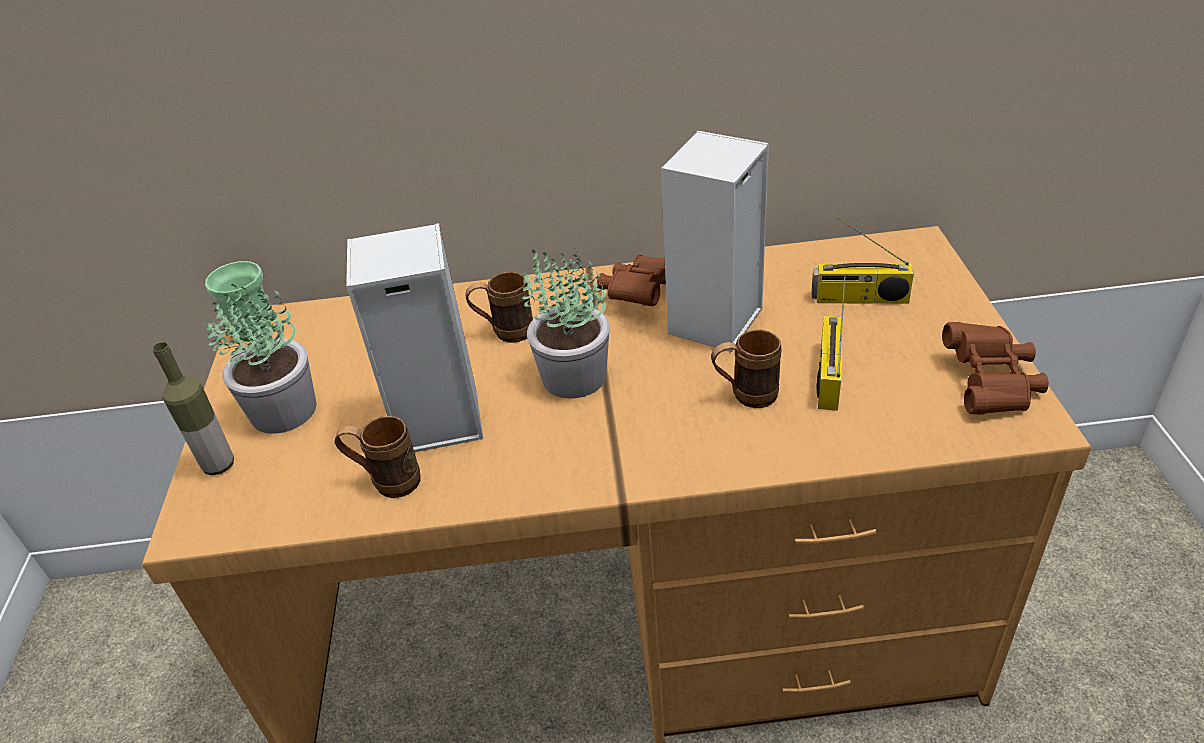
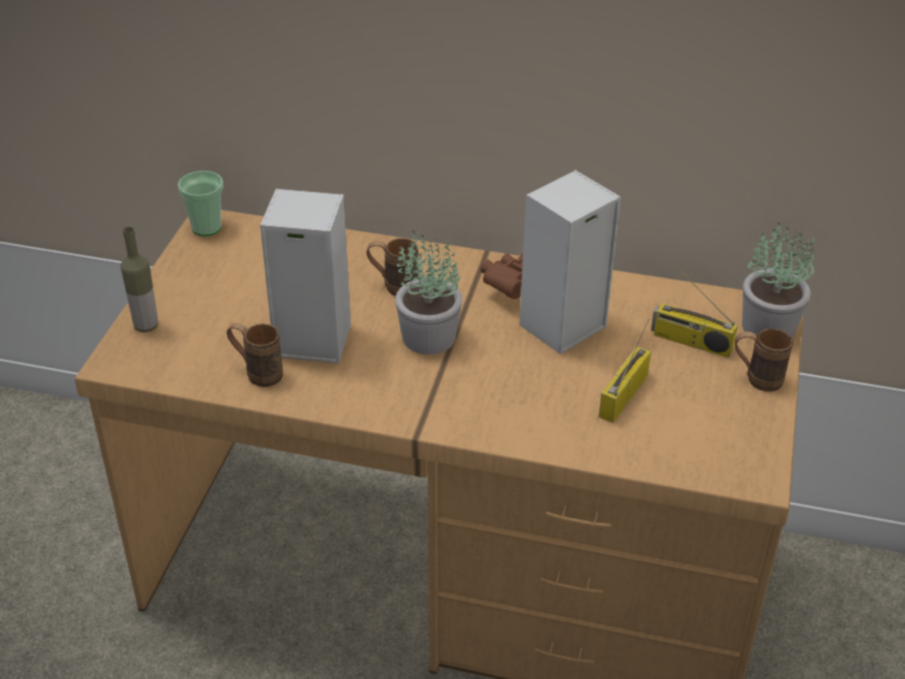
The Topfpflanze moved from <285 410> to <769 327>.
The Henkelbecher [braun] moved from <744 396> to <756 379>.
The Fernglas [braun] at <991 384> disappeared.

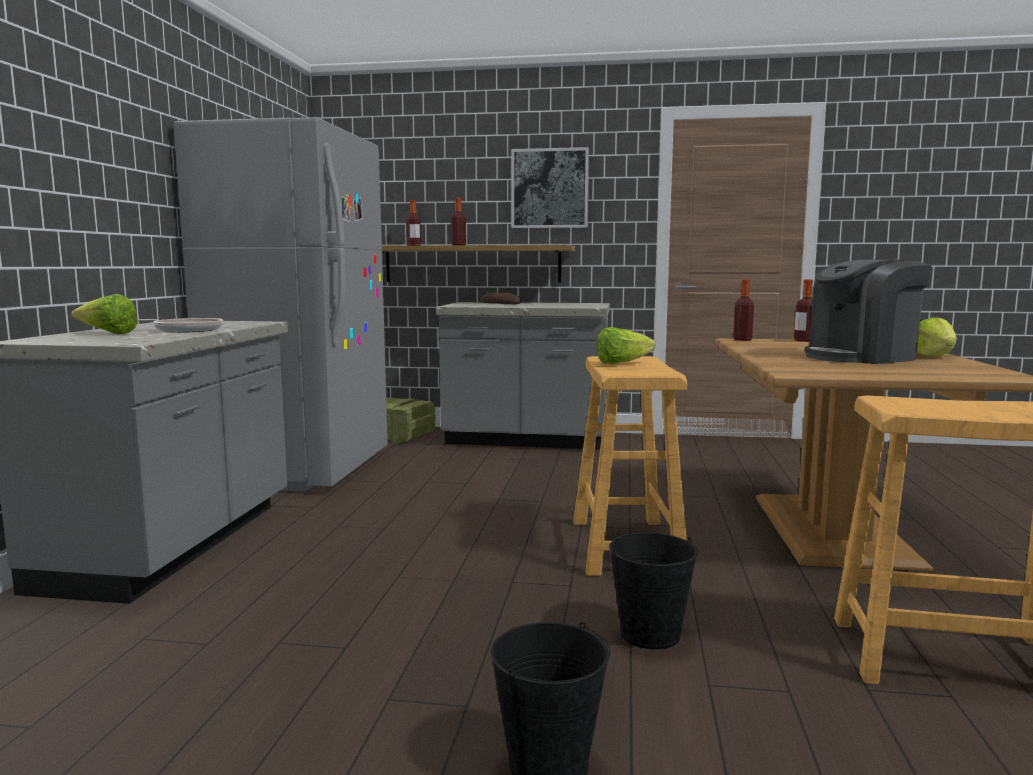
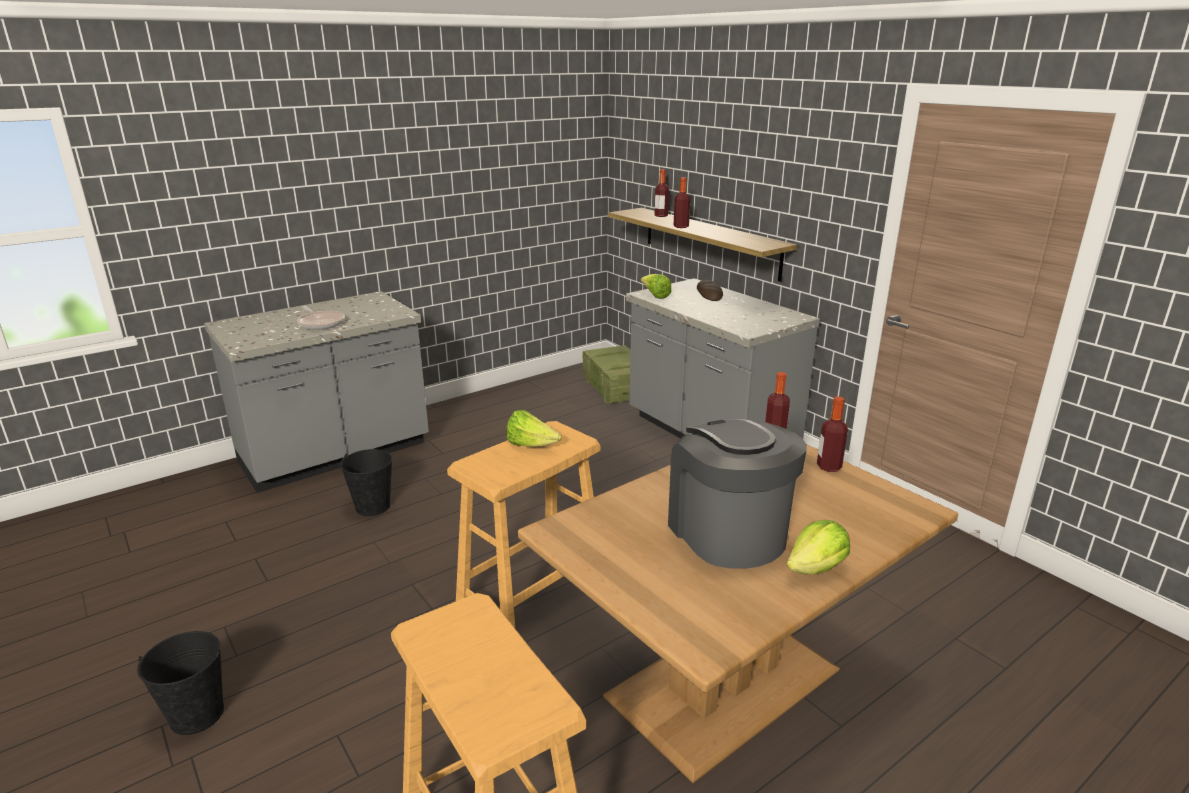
The Salatkopf moved from <107 334> to <655 296>.
The Kühlschrank [grau] at <302 469> disappeared.
The Bild at <549 188> disappeared.
The Eimer [schwarz] moved from <649 634> to <373 506>.
The Kaffeemaschine at <861 357> turned 45 degrees clockwise.

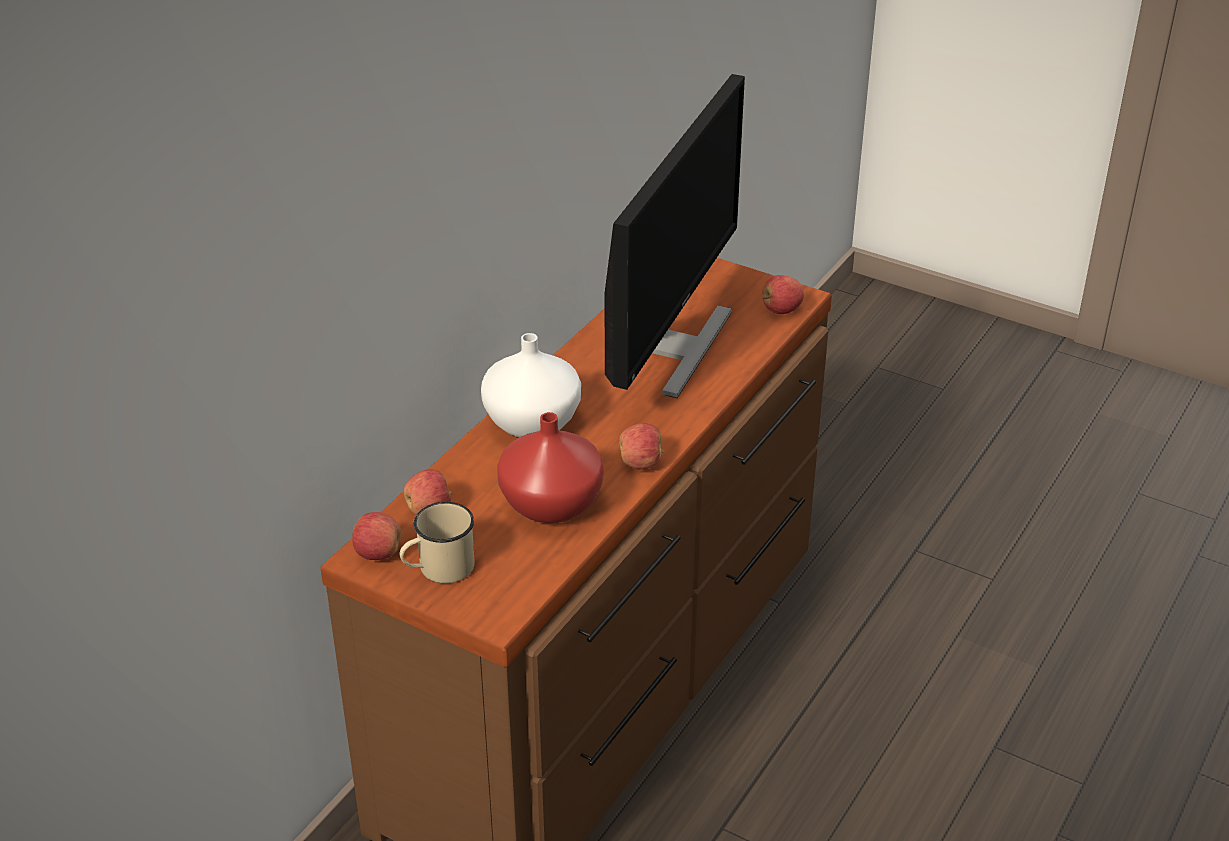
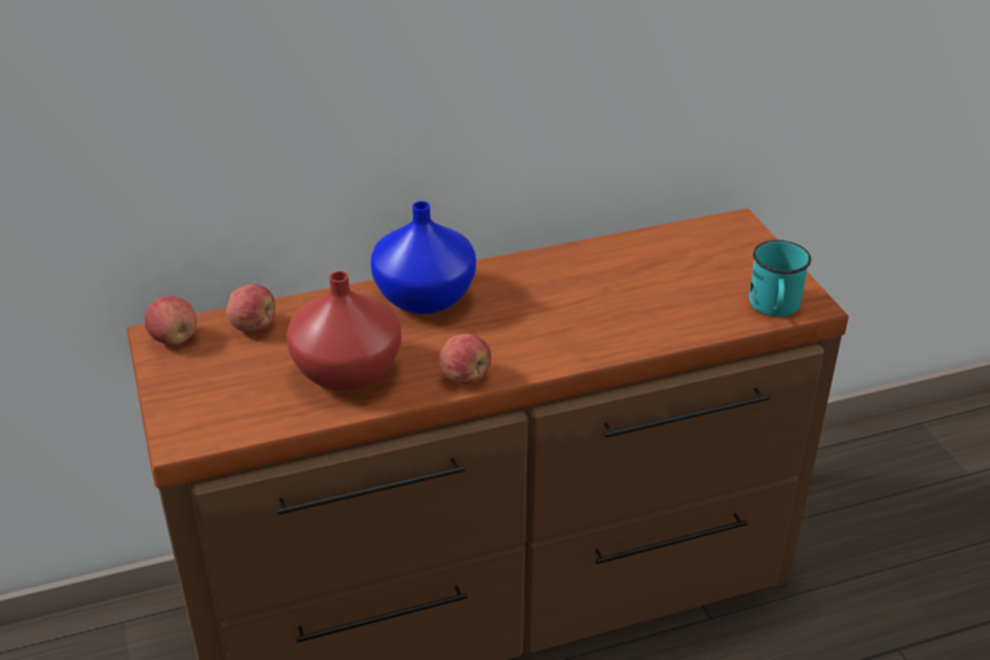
The Henkelbecher [beige] at <438 569> disappeared.
The Vase [weiß] at <532 421> became the Vase [blau] at <426 296>.
The Monitor at <672 347> disappeared.
The Apfel at <781 310> was replaced by the Henkelbecher [türkis] at <774 307>.

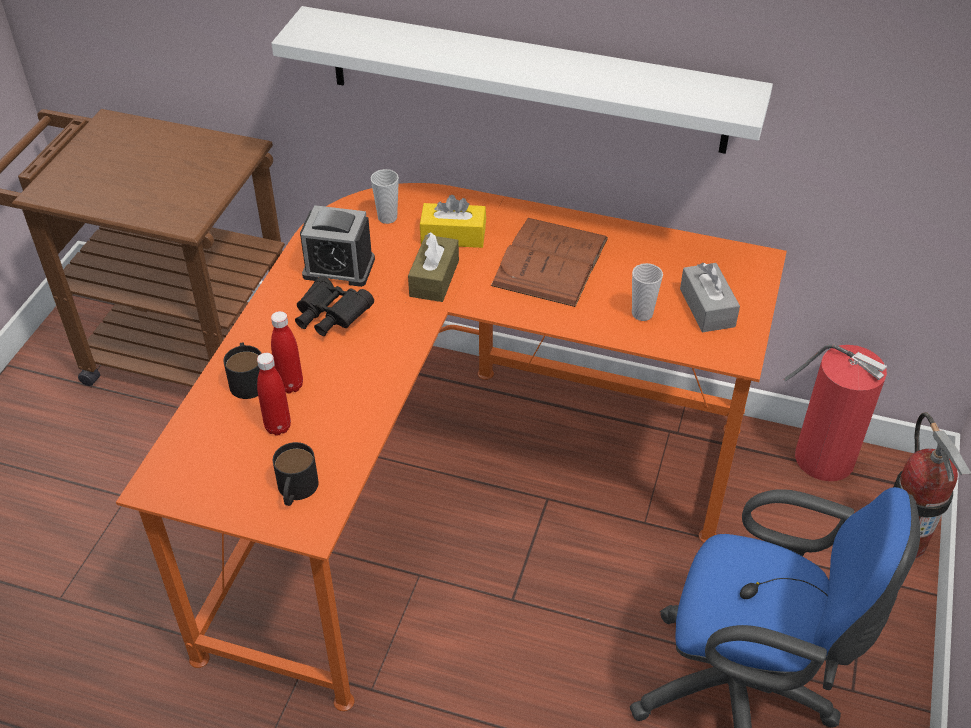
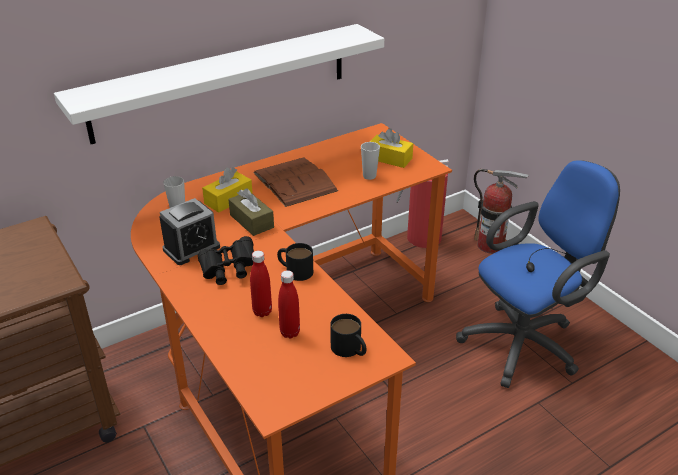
The Henkelbecher [schwarz] moved from <247 379> to <295 270>.
The Taschentuchbox [grau] at <707 307> became the Taschentuchbox [gelb] at <389 158>.

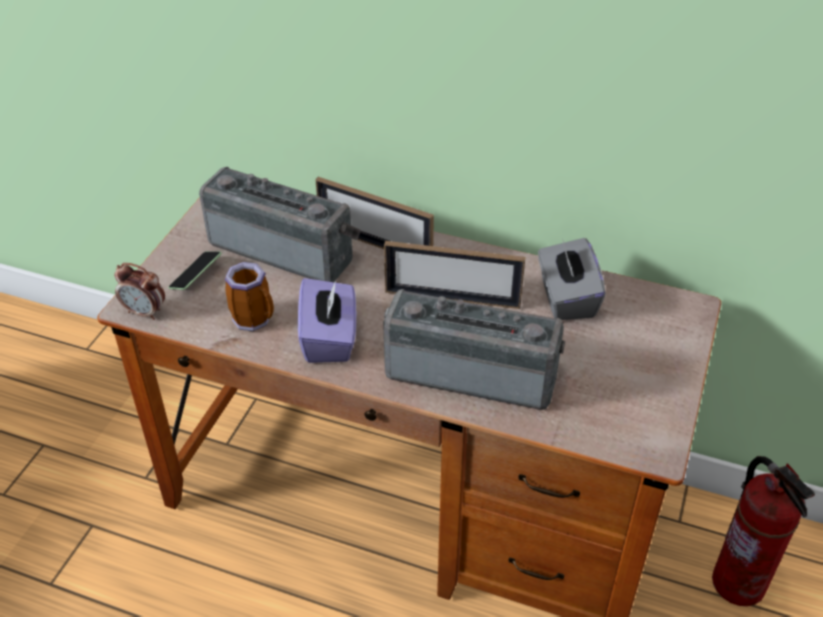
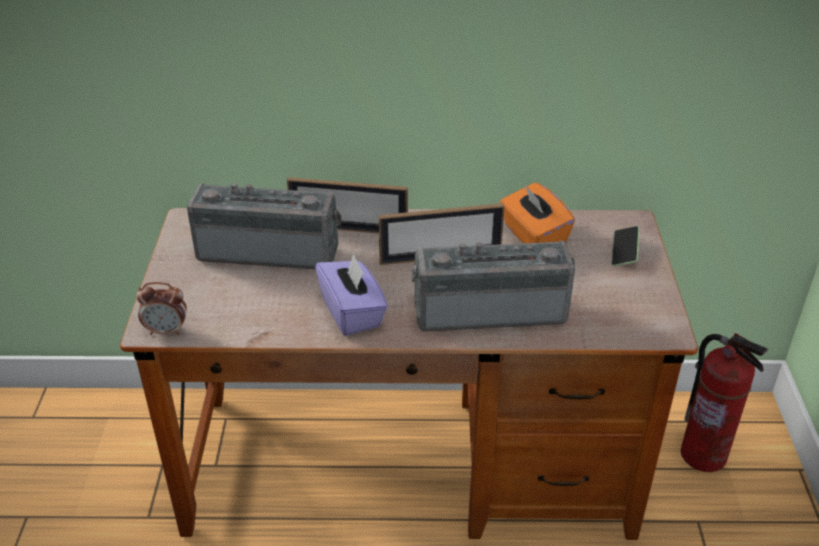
The Handy moved from <196 277> to <624 252>.
The Henkelbecher at <256 319> disappeared.
The Taschentuchbox [grau] at <566 298> became the Taschentuchbox [orange] at <533 236>.

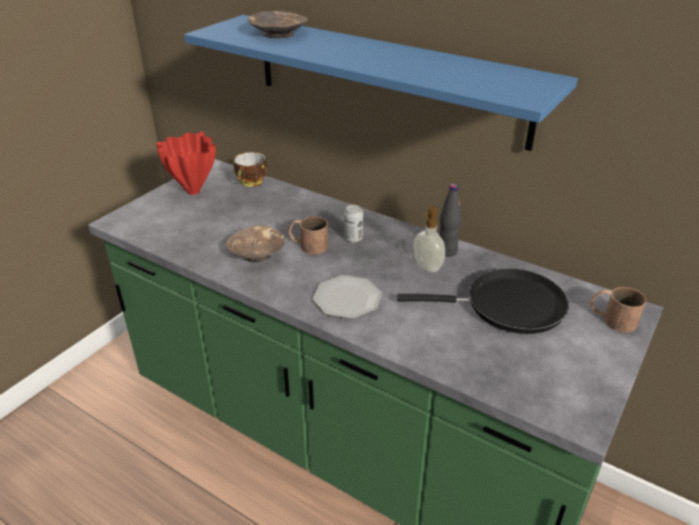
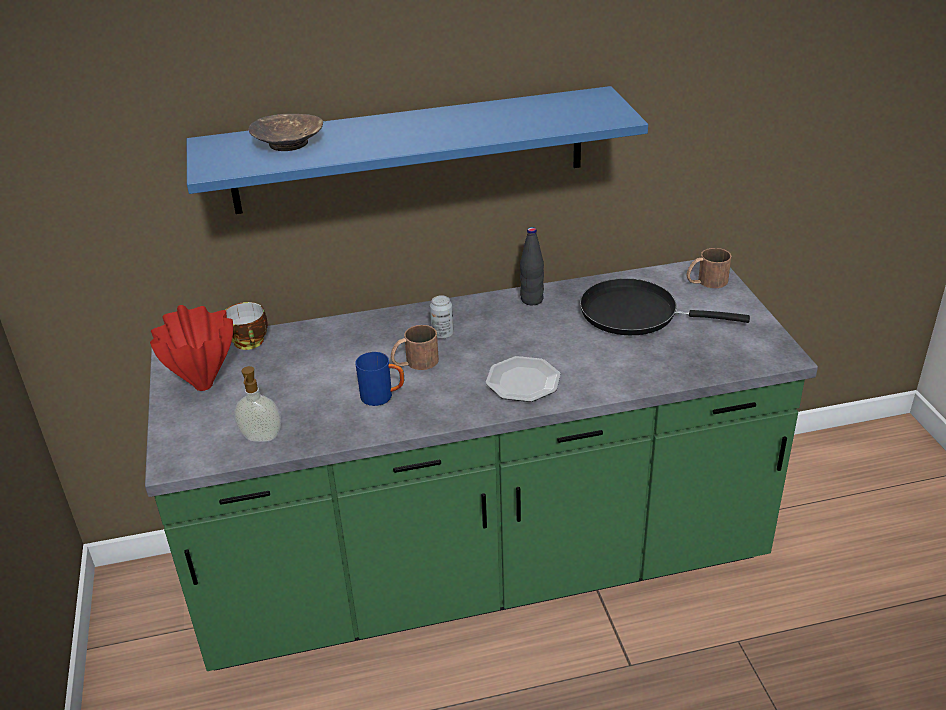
The Schüssel [braun] at <257 253> was replaced by the Henkelbecher [blau] at <383 397>.
The Pfanne [schwarz] at <507 306> turned 120 degrees counterclockwise.
The Seifenspender moved from <426 267> to <261 438>.

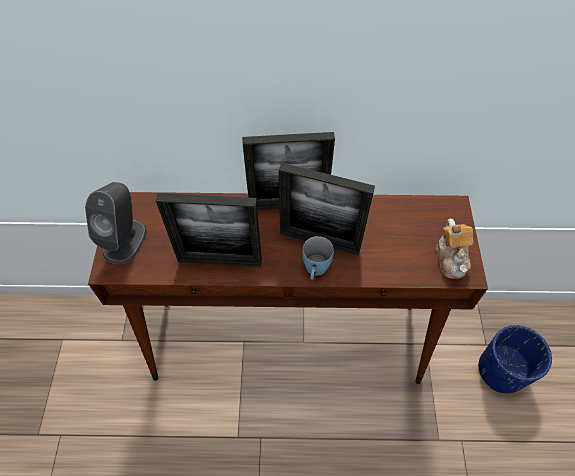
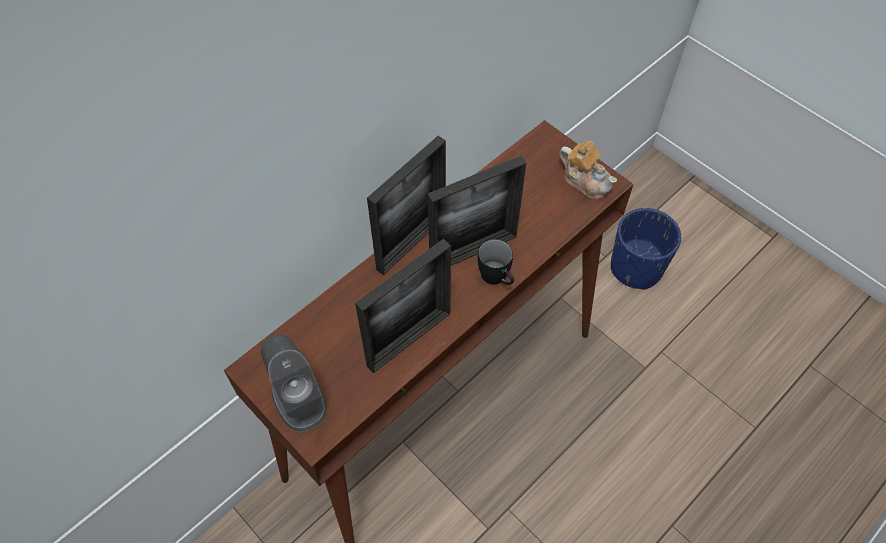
The Henkelbecher [blau] at <315 271> became the Henkelbecher [schwarz] at <497 278>.

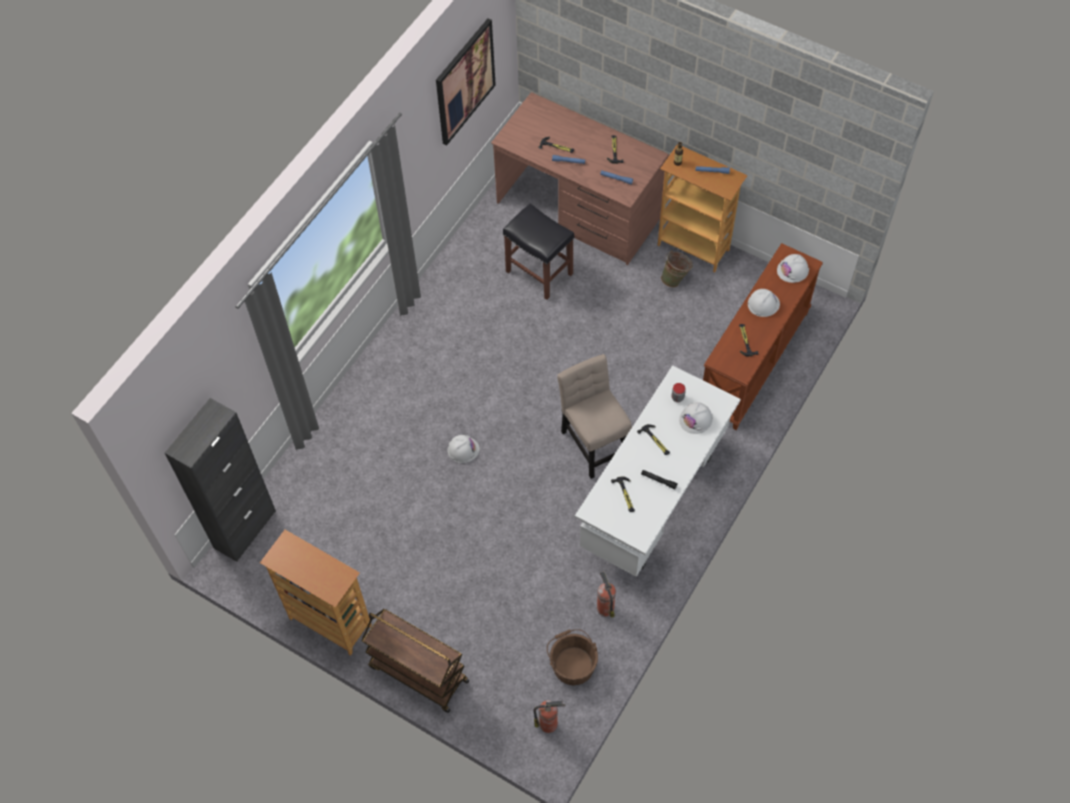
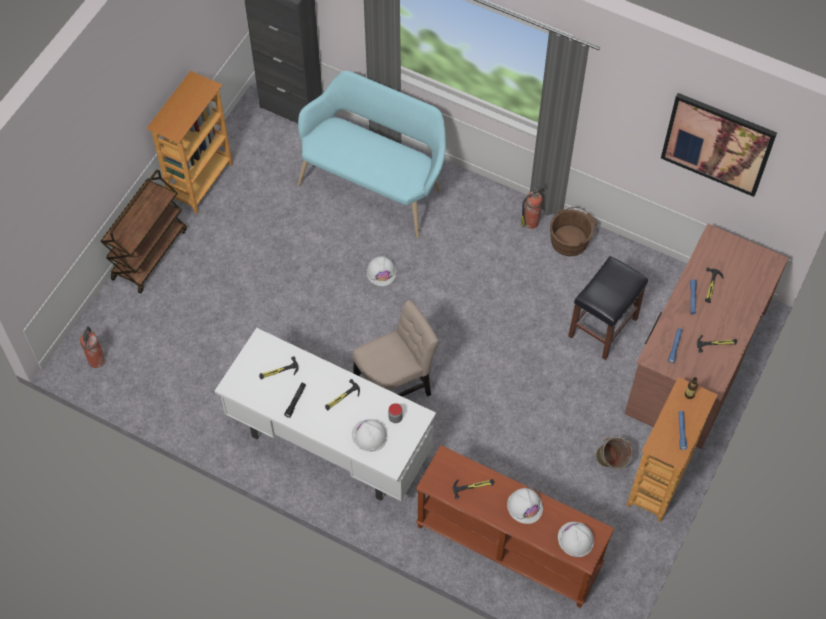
The Eimer [braun] moved from <572 663> to <571 239>.
The Feuerlöscher moved from <605 607> to <532 221>.
The Bank [türkis] at <374 184> appeared.

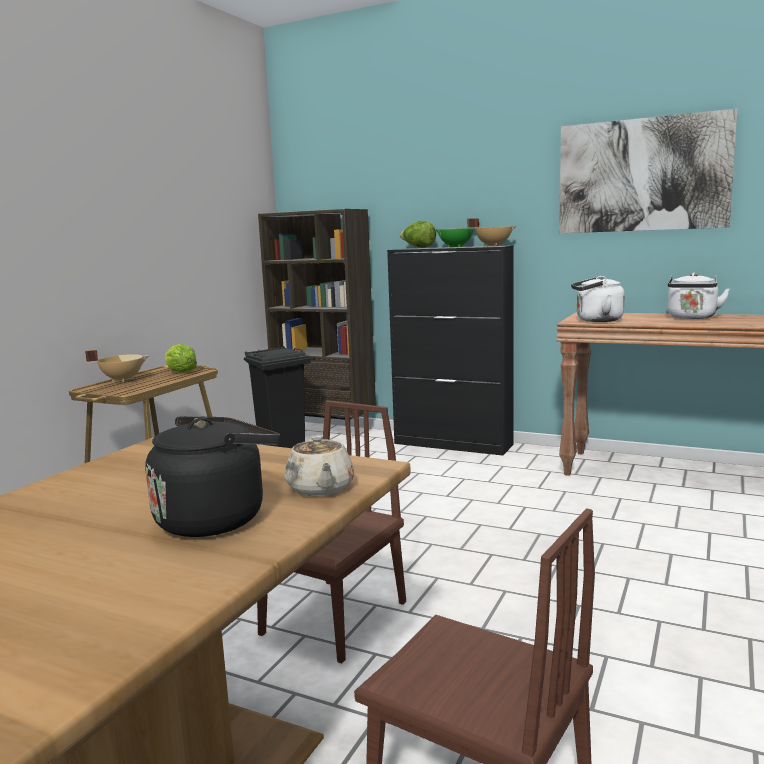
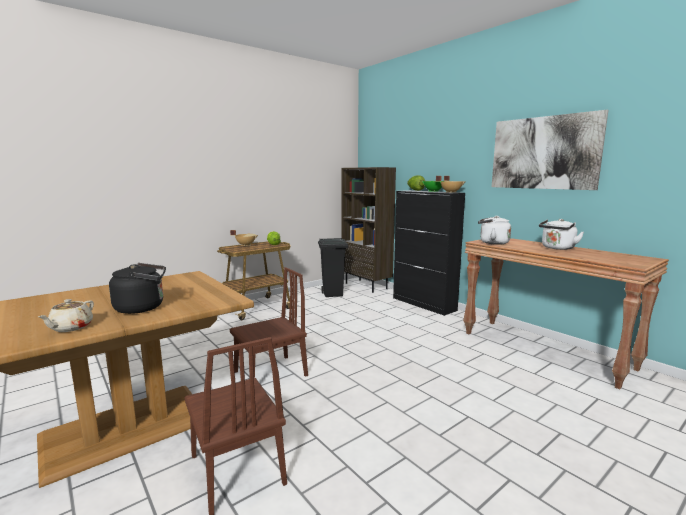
The Teekanne [beige] moved from <320 489> to <71 328>.

